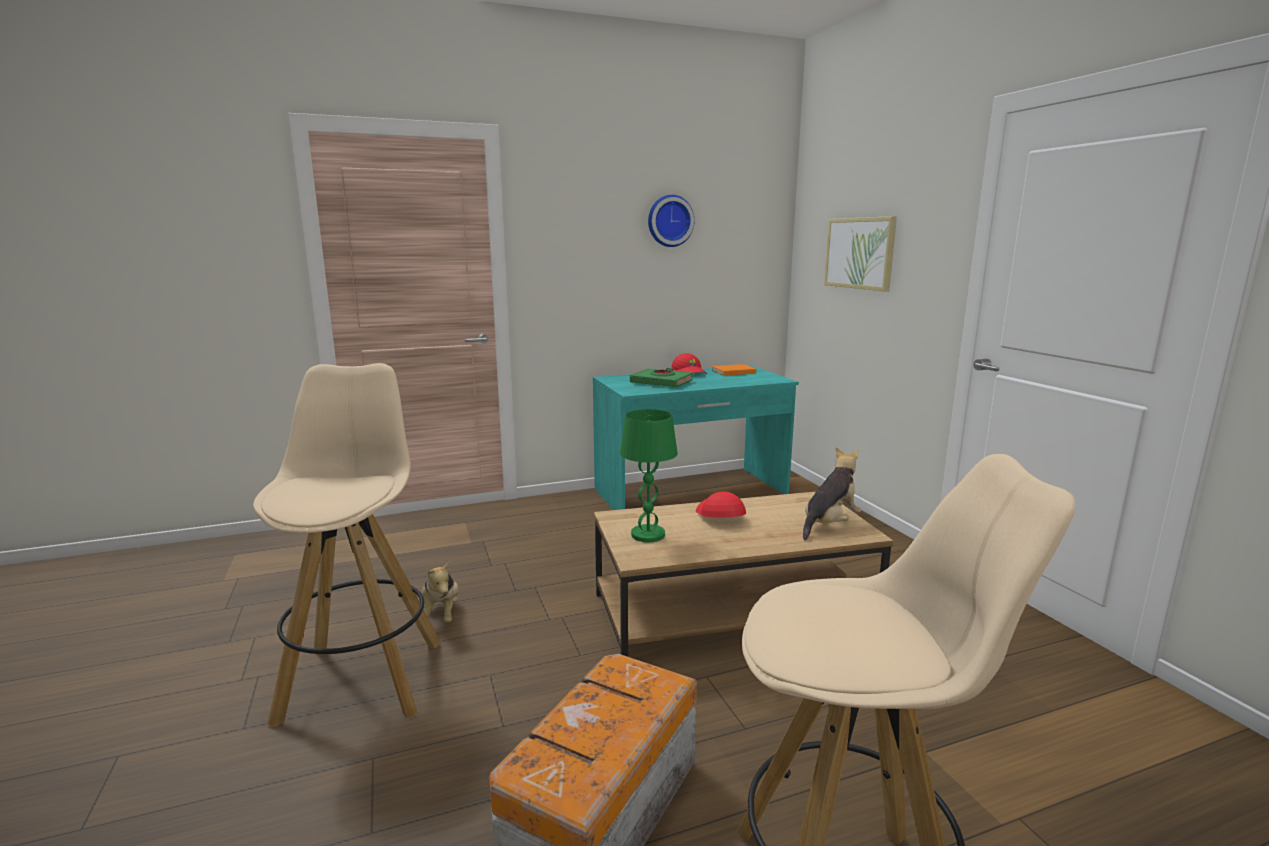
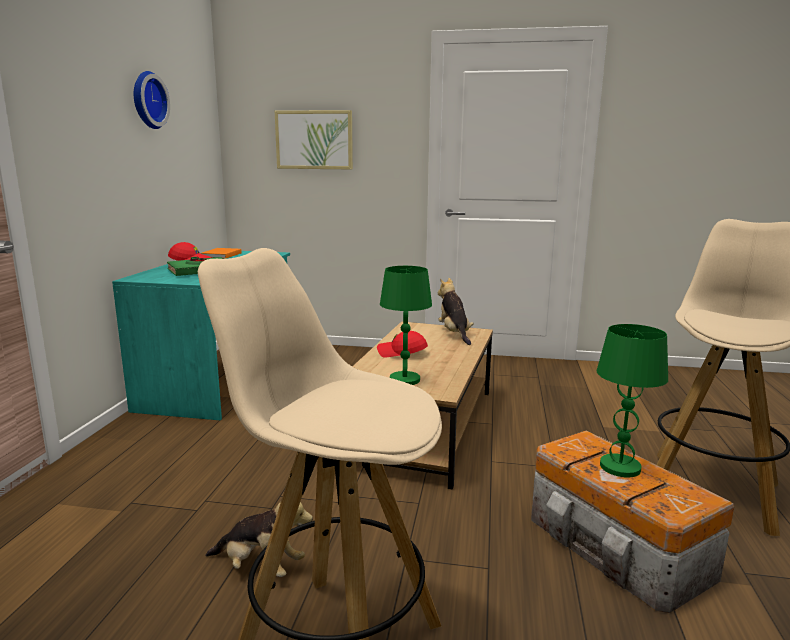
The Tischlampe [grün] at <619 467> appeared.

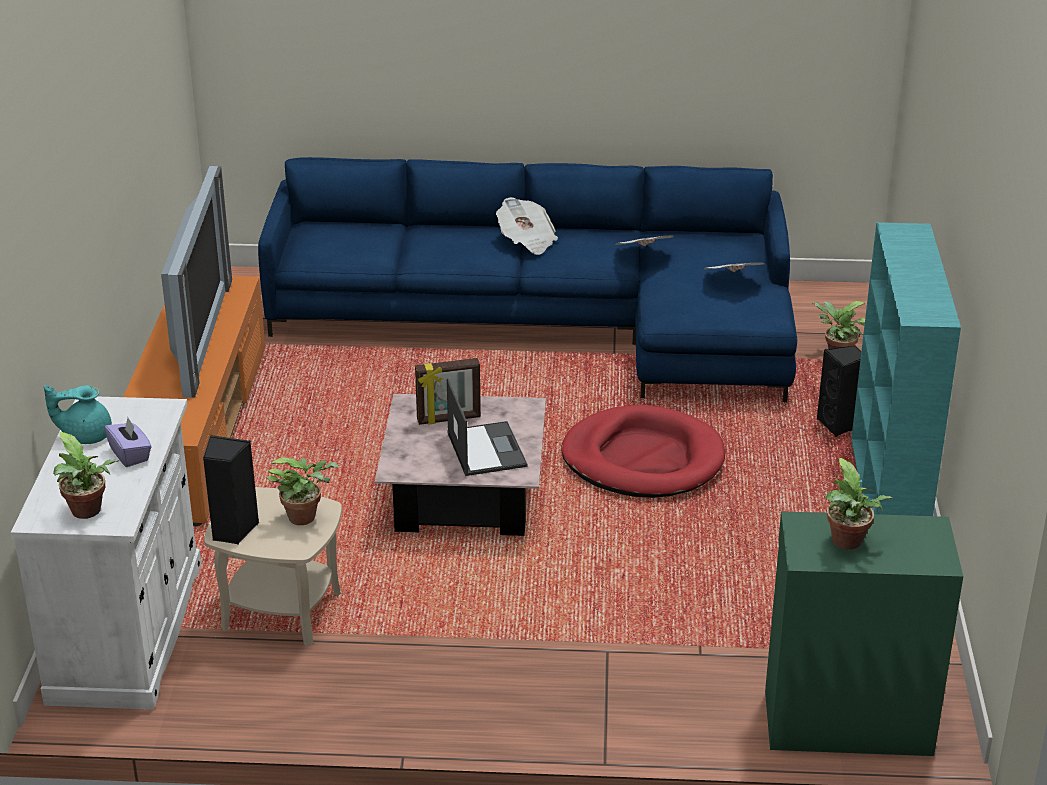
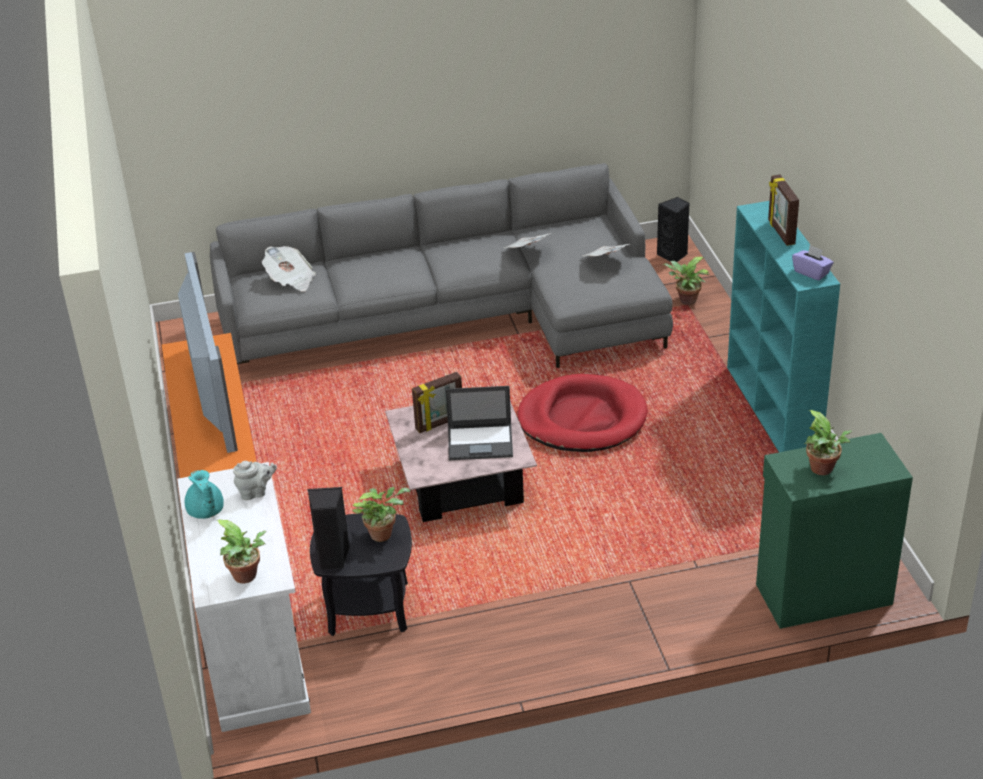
The Teekanne [türkis] at <85 435> turned 90 degrees counterclockwise.
The Taschentuchbox [lila] moved from <130 455> to <811 272>.
The Beistelltisch [beige] at <281 611> became the Beistelltisch [schwarz] at <368 608>.
The Sofa [blau] at <553 322> became the Sofa [grau] at <458 316>.
The Laptop at <486 449> turned 120 degrees clockwise.
The Zeitung moved from <527 241> to <290 280>.
The Lautsprecher [schwarz] moved from <839 426> to <673 255>.
The Teekanne [grau] at <256 492> appeared.
The Bilderrahmen at <780 232> appeared.

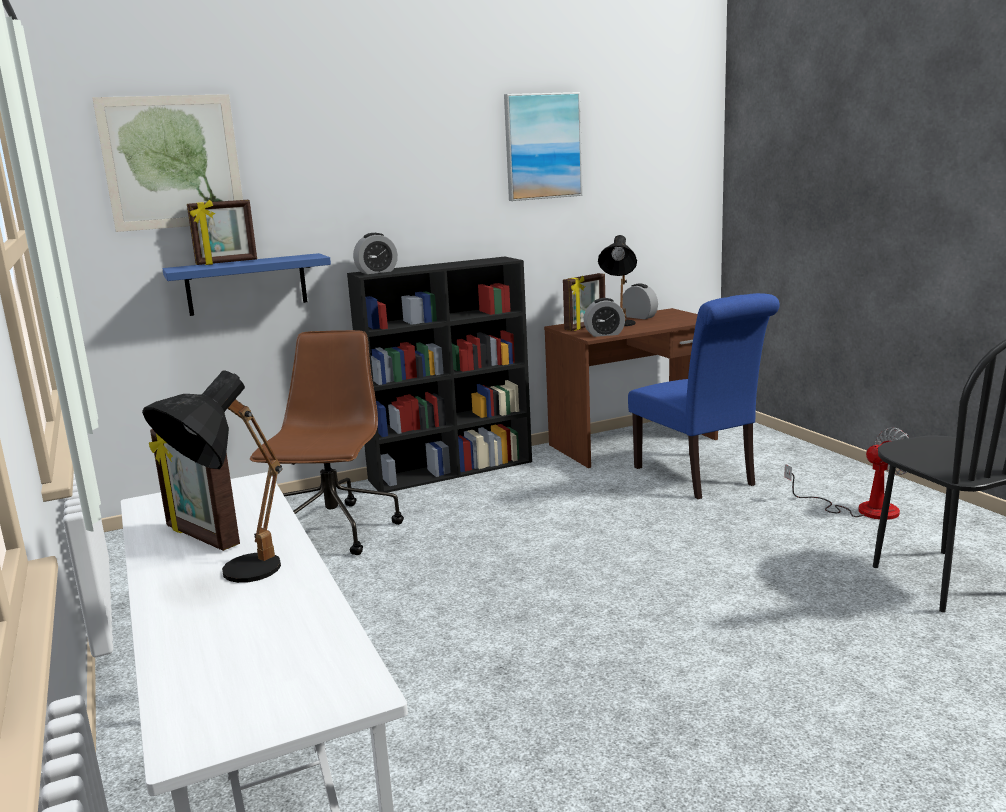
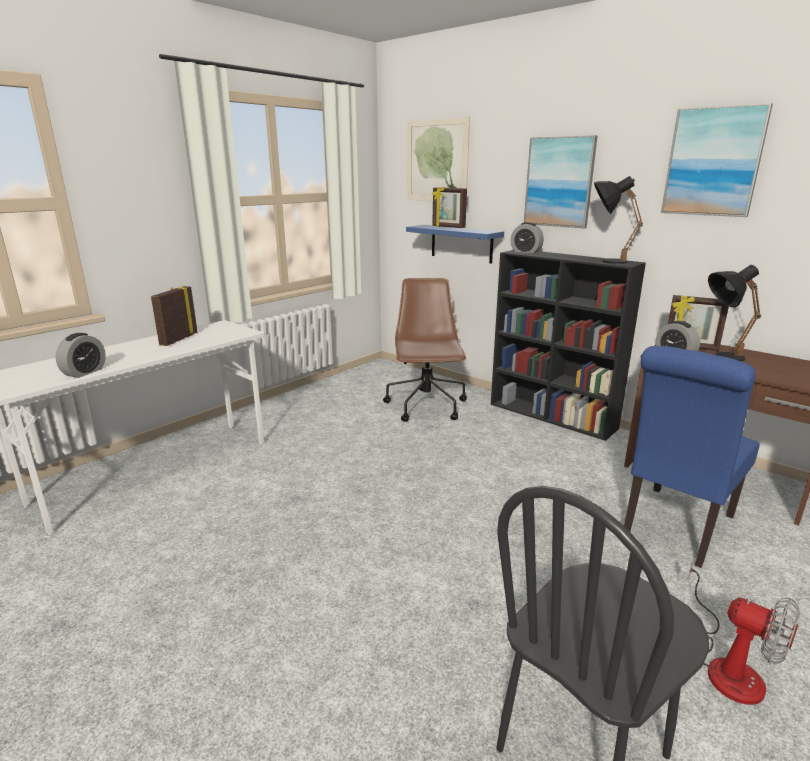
The Tischlampe [schwarz] moved from <231 577> to <605 261>.
The Bürostuhl [braun] at <334 532> turned 75 degrees counterclockwise.
The Wecker moved from <639 317> to <84 372>.
The Bild at <559 182> appeared.

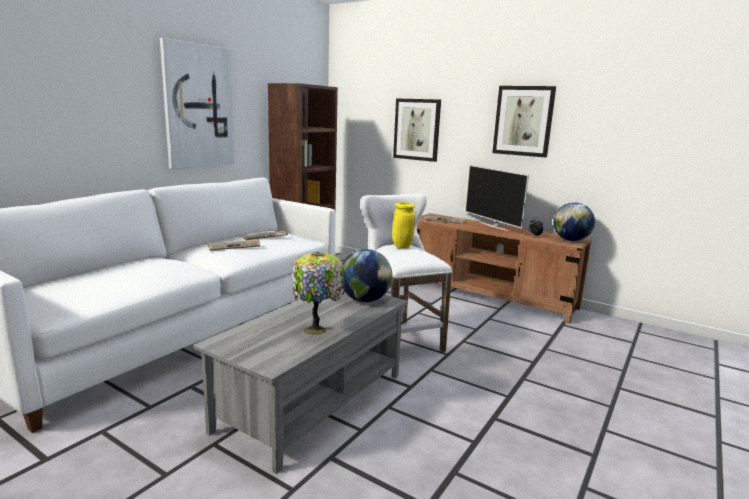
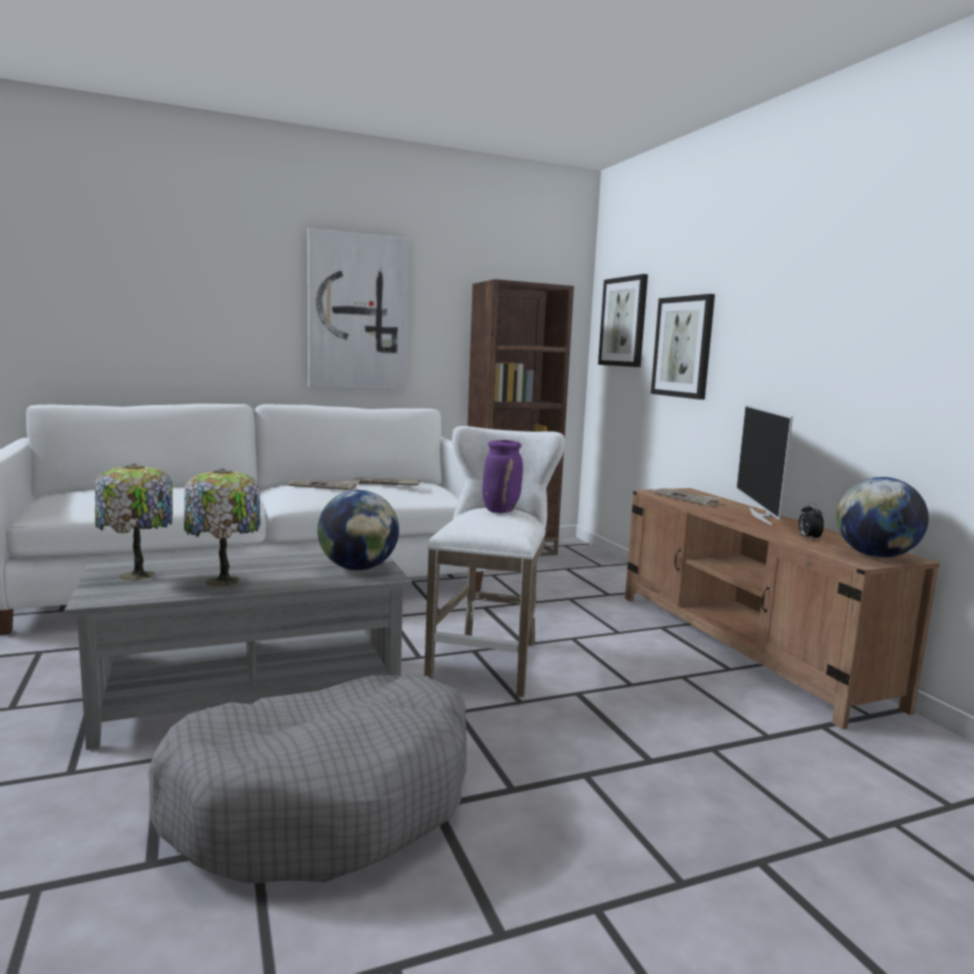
The Vase [gelb] at <401 246> became the Vase [lila] at <500 510>.
The Bild moved from <523 121> to <623 322>.
The Tischlampe at <137 576> appeared.
The Hundebett [grau] at <325 800> appeared.

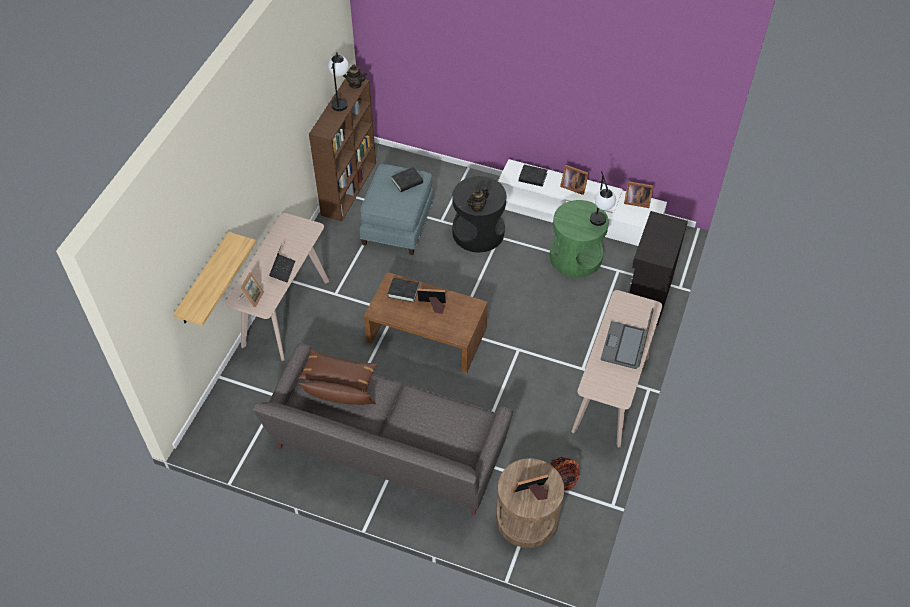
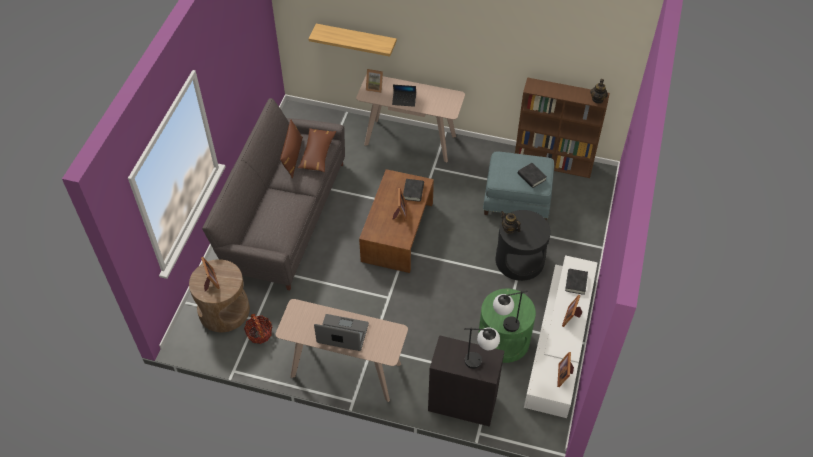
The Tischlampe moved from <340 101> to <480 361>.

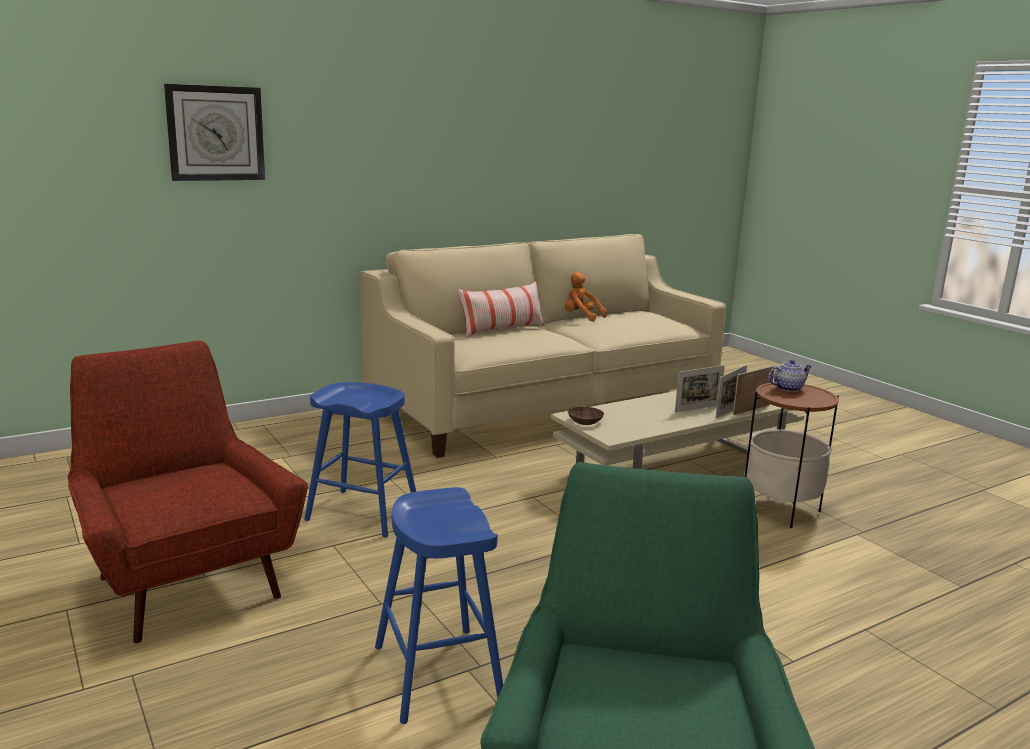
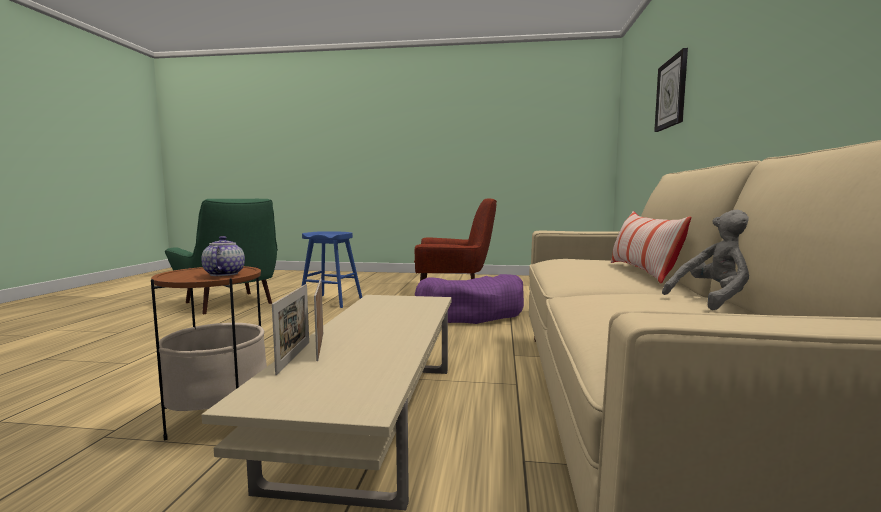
The Hocker [blau] at <362 513> was replaced by the Hundebett [lila] at <472 313>.
The Plüschtier [orange] at <581 317> became the Plüschtier [grau] at <715 300>.
The Schüssel [braun] at <585 422> disappeared.
The Bilderrahmen at <697 408> disappeared.
The Teekanne at <787 388> turned 150 degrees clockwise.

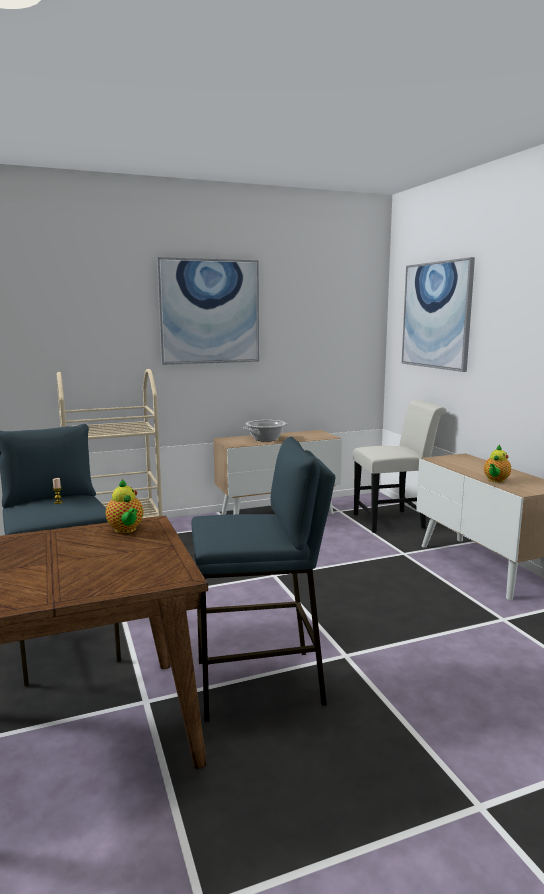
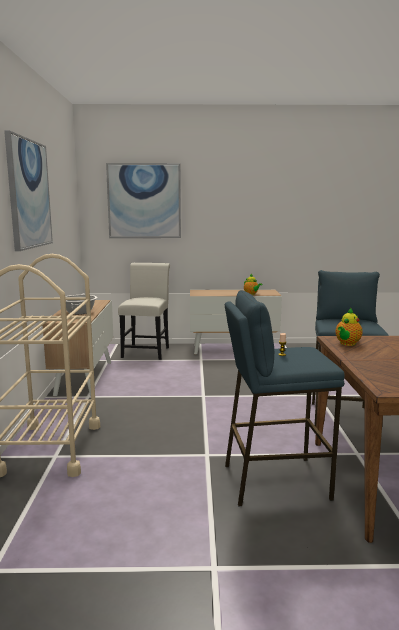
The Teekanne at <126 530> turned 135 degrees clockwise.

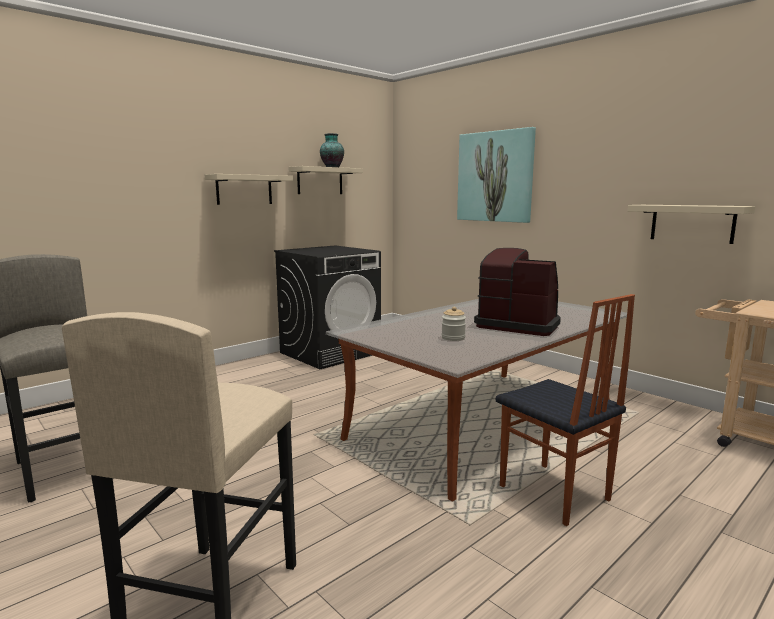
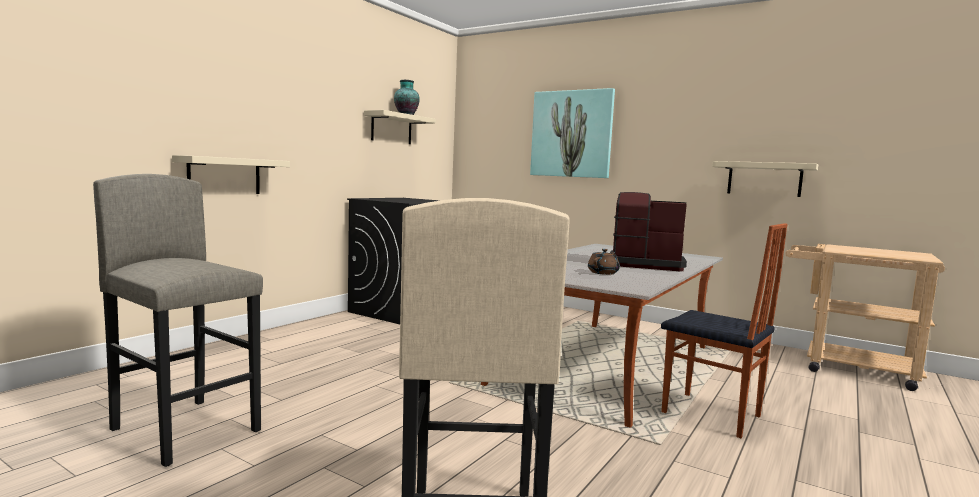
The Wandregal [beige] moved from <244 190> to <224 176>.
The Vorratsglas at <453 338> was replaced by the Teekanne [braun] at <603 273>.

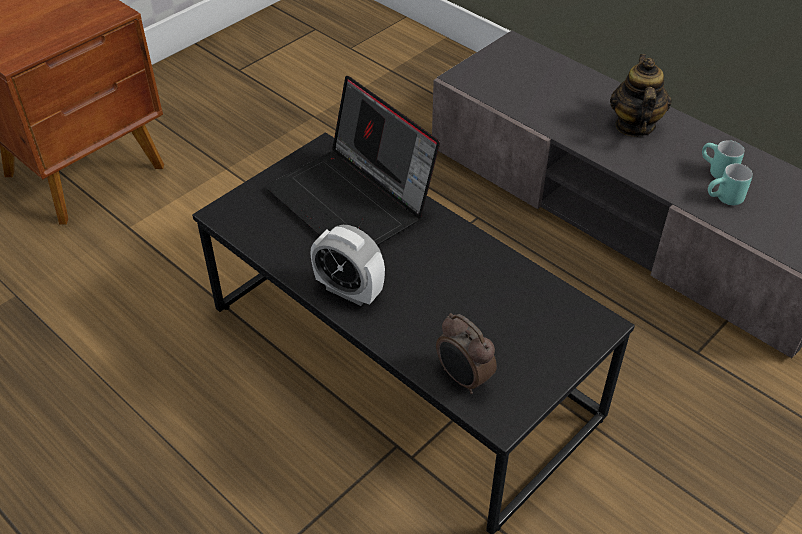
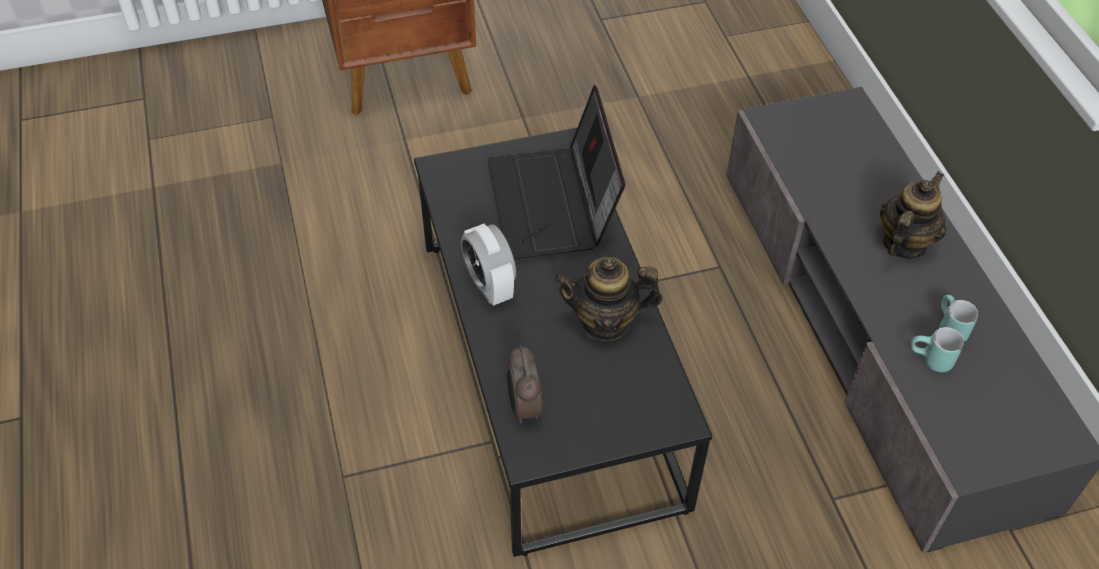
The Teekanne at <605 322> appeared.

